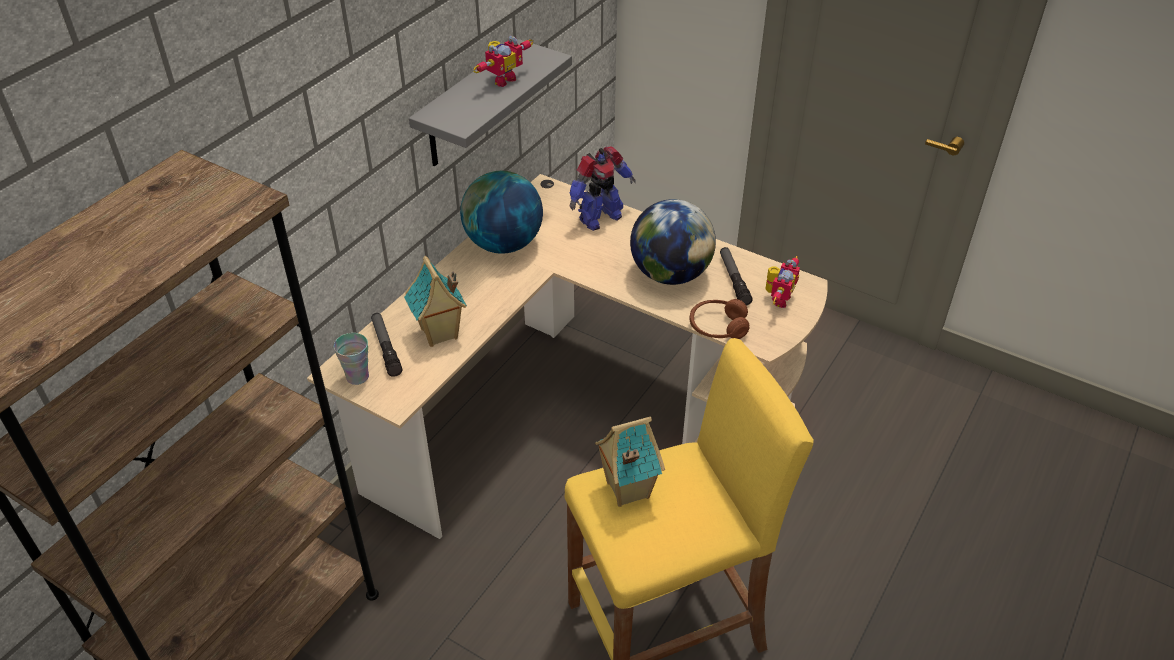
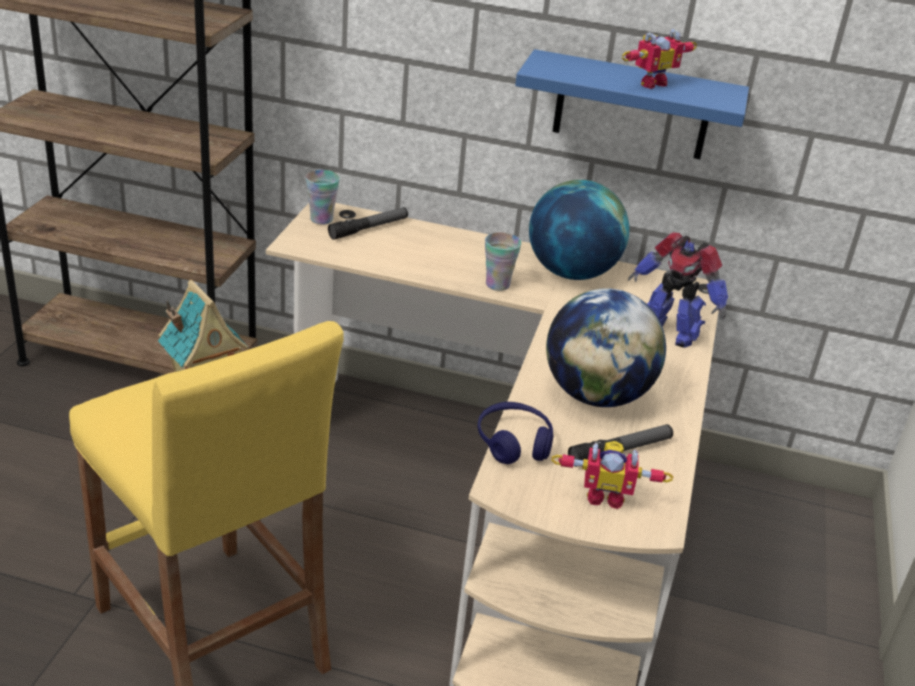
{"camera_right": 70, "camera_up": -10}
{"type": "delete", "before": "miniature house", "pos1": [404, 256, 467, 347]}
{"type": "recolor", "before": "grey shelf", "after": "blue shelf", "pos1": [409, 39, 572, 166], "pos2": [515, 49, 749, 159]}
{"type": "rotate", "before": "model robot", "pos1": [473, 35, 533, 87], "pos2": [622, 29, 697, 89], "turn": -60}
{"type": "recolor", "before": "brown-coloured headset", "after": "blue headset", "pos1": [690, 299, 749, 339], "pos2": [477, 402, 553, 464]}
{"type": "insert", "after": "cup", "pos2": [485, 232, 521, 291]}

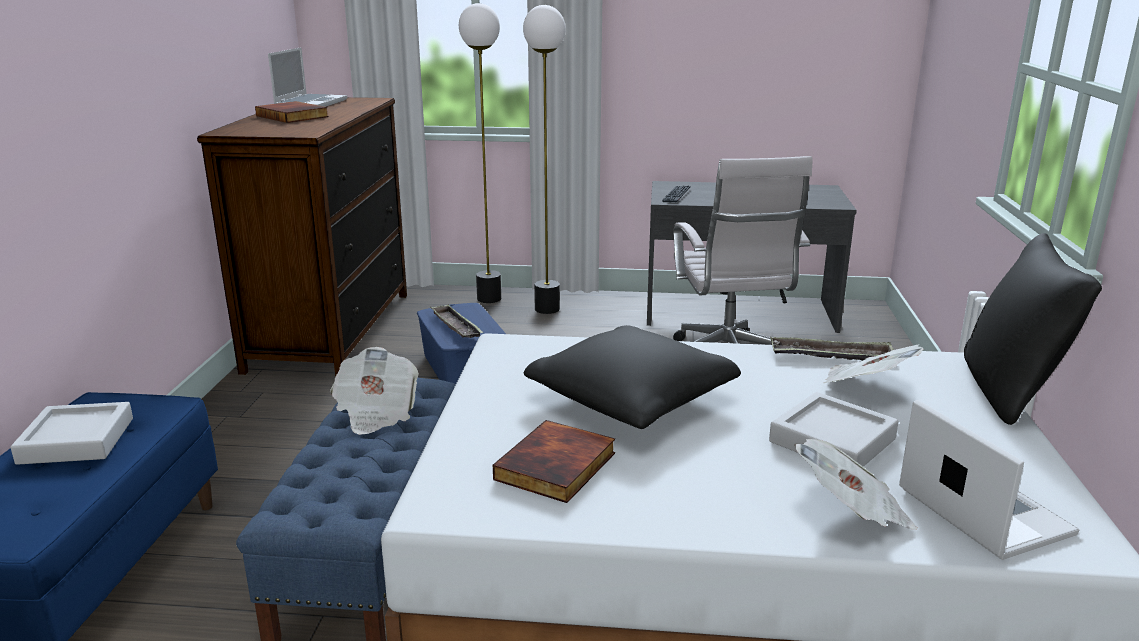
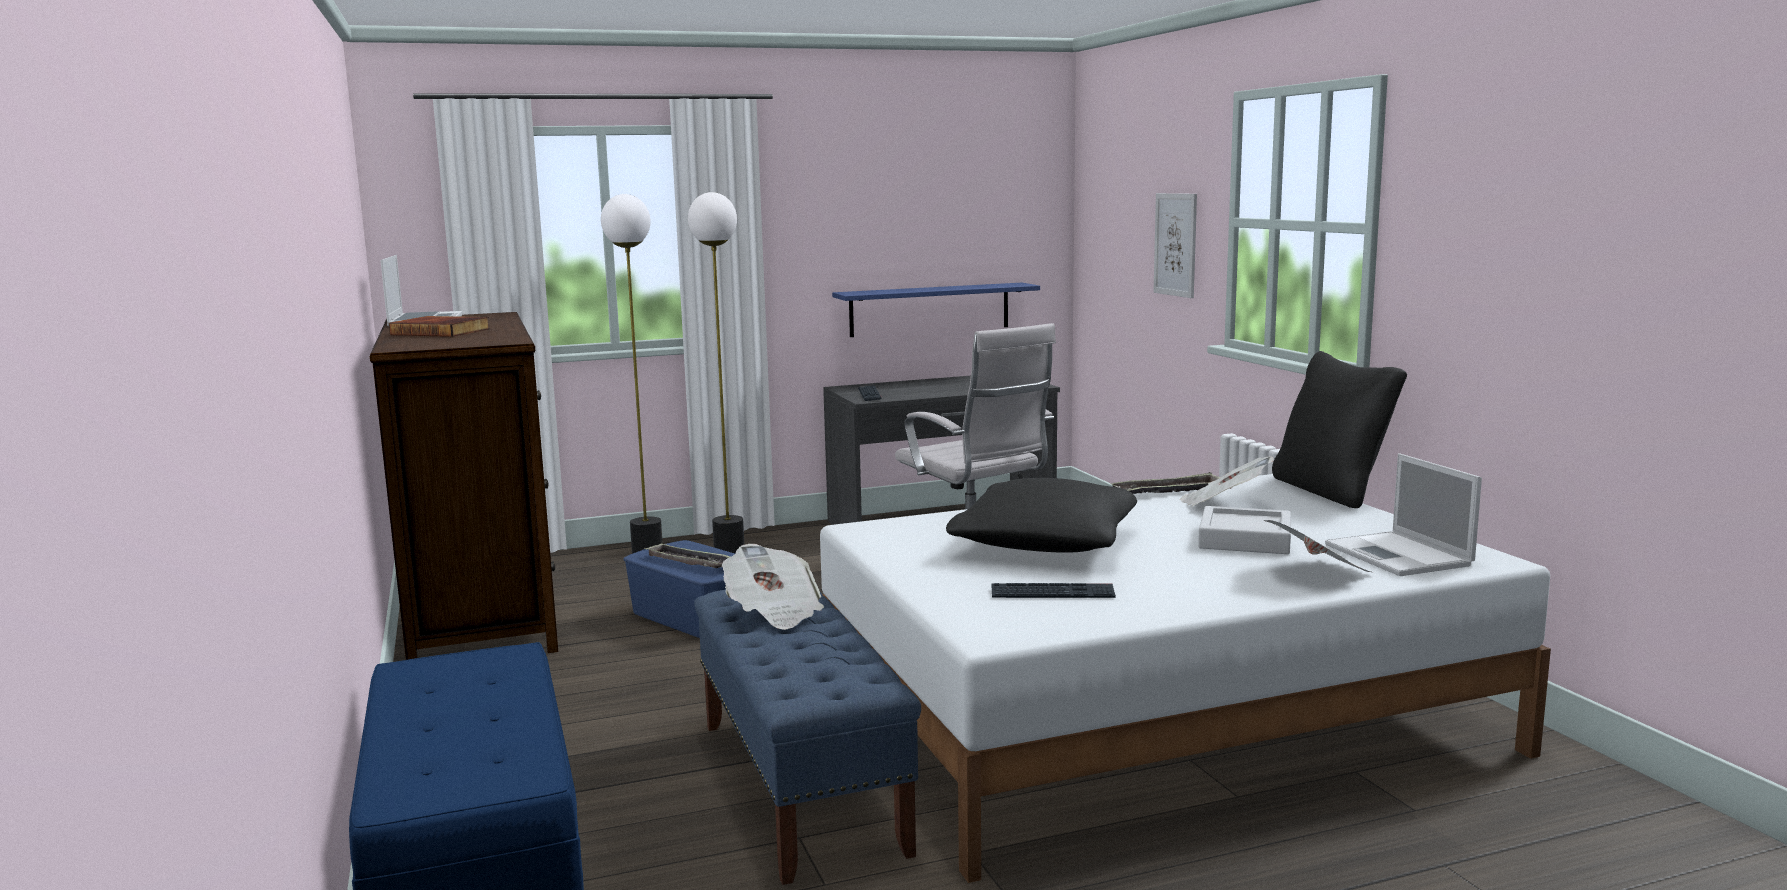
{"camera_right": -25, "camera_up": -10}
{"type": "delete", "before": "grey serving tray", "pos1": [10, 402, 133, 465]}
{"type": "replace", "before": "book", "after": "computer keyboard", "pos1": [493, 420, 615, 503], "pos2": [992, 583, 1116, 598]}
{"type": "rotate", "before": "notebook computer", "pos1": [899, 400, 1079, 560], "pos2": [1325, 453, 1482, 576], "turn": -150}
{"type": "insert", "after": "blue shelf", "pos2": [832, 283, 1040, 337]}
{"type": "insert", "after": "wall picture", "pos2": [1154, 193, 1197, 298]}

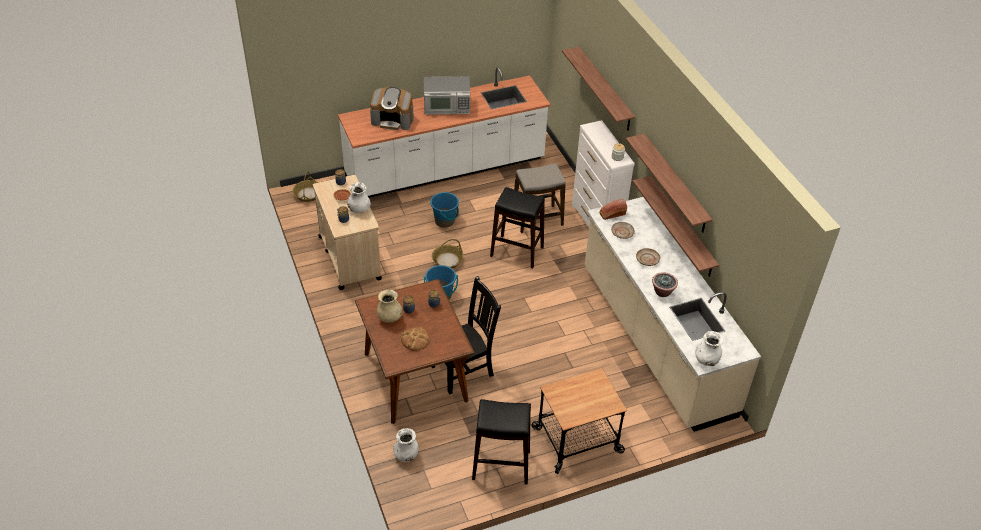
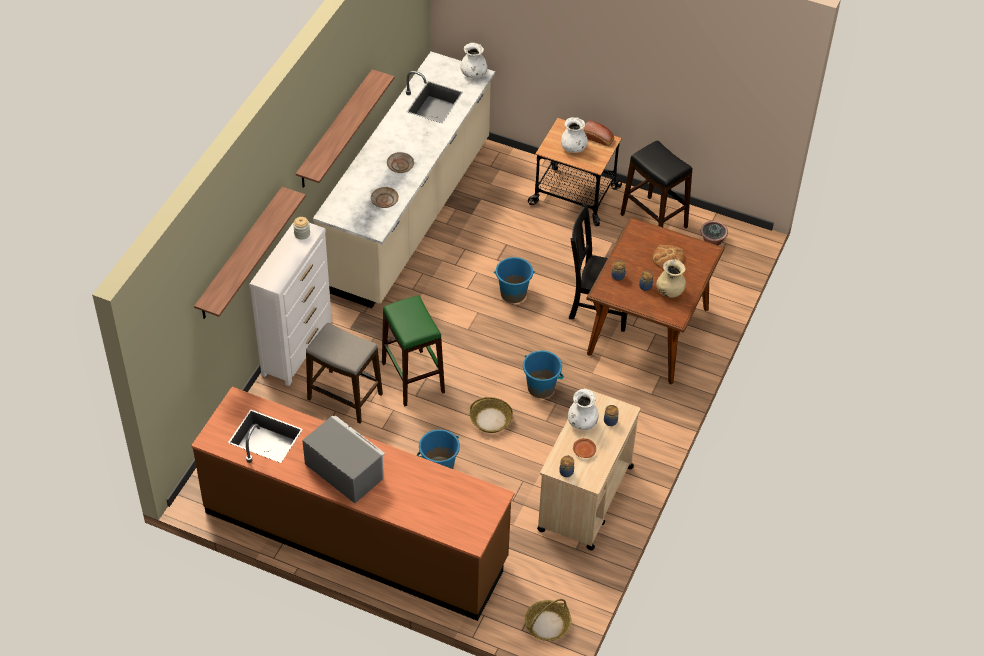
{"camera_right": -135, "camera_up": 5}
{"type": "recolor", "before": "white-coloured kitchen base unit", "after": "brown-coloured kitchen base unit", "pos1": [338, 67, 550, 198], "pos2": [191, 387, 515, 621]}
{"type": "delete", "before": "coffee machine", "pos1": [370, 87, 414, 130]}
{"type": "move", "before": "white-coloured flower vase", "pos1": [393, 428, 418, 462], "pos2": [561, 117, 588, 153]}
{"type": "recolor", "before": "blackish stool", "after": "green stool", "pos1": [490, 187, 545, 268], "pos2": [382, 295, 445, 406]}
{"type": "move", "before": "baked bread", "pos1": [599, 199, 627, 220], "pos2": [584, 121, 614, 146]}
{"type": "delete", "before": "shelf", "pos1": [632, 176, 719, 277]}
{"type": "move", "before": "houseplant", "pos1": [652, 272, 678, 297], "pos2": [701, 221, 728, 246]}
{"type": "insert", "after": "blue water bucket", "pos2": [493, 257, 535, 303]}

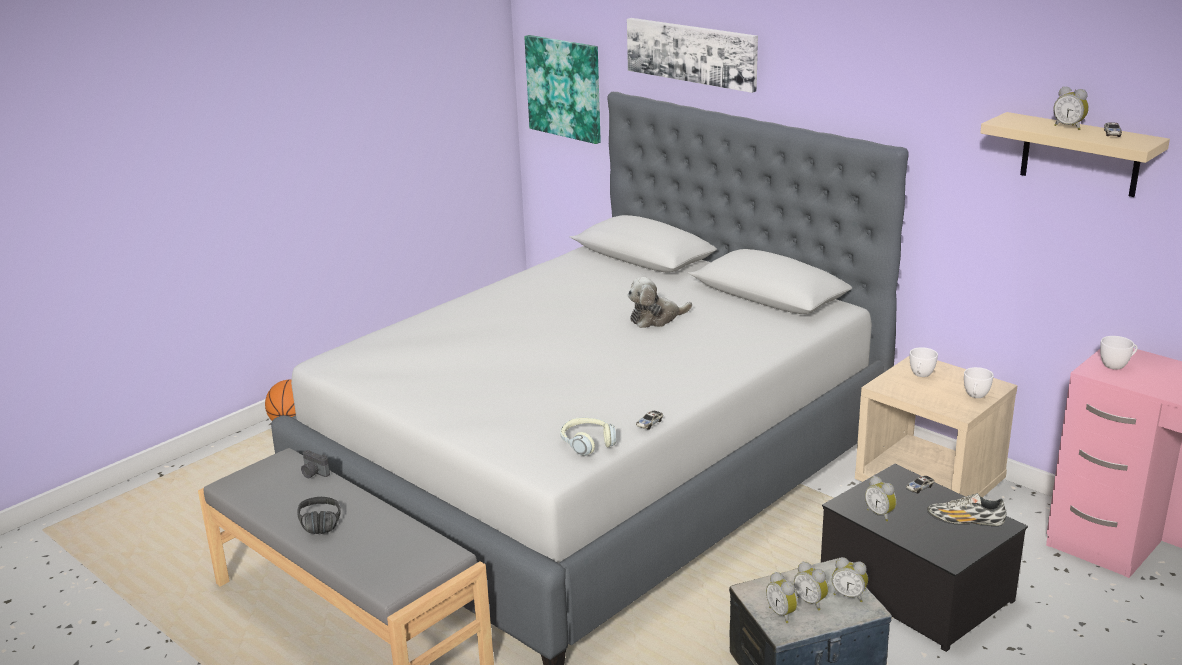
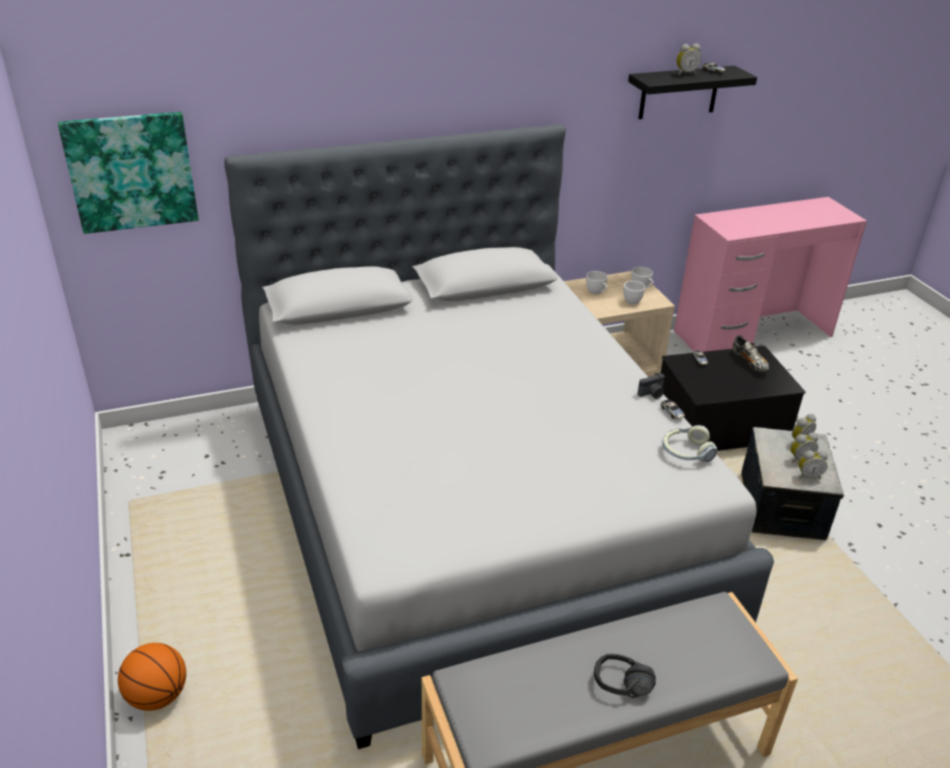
{"camera_right": -65, "camera_up": 10}
{"type": "move", "before": "photo camera", "pos1": [301, 450, 330, 478], "pos2": [637, 373, 665, 399]}
{"type": "delete", "before": "wall picture", "pos1": [627, 18, 758, 93]}
{"type": "delete", "before": "soft toy", "pos1": [627, 277, 692, 328]}
{"type": "delete", "before": "alarm clock", "pos1": [865, 476, 897, 521]}
{"type": "rotate", "before": "shoe", "pos1": [927, 493, 1007, 526], "pos2": [733, 335, 769, 372], "turn": -60}
{"type": "recolor", "before": "beige shelf", "after": "blackish shelf", "pos1": [980, 112, 1170, 197], "pos2": [628, 66, 757, 119]}
{"type": "move", "before": "white-coloured cup", "pos1": [1100, 336, 1138, 370], "pos2": [623, 281, 645, 305]}

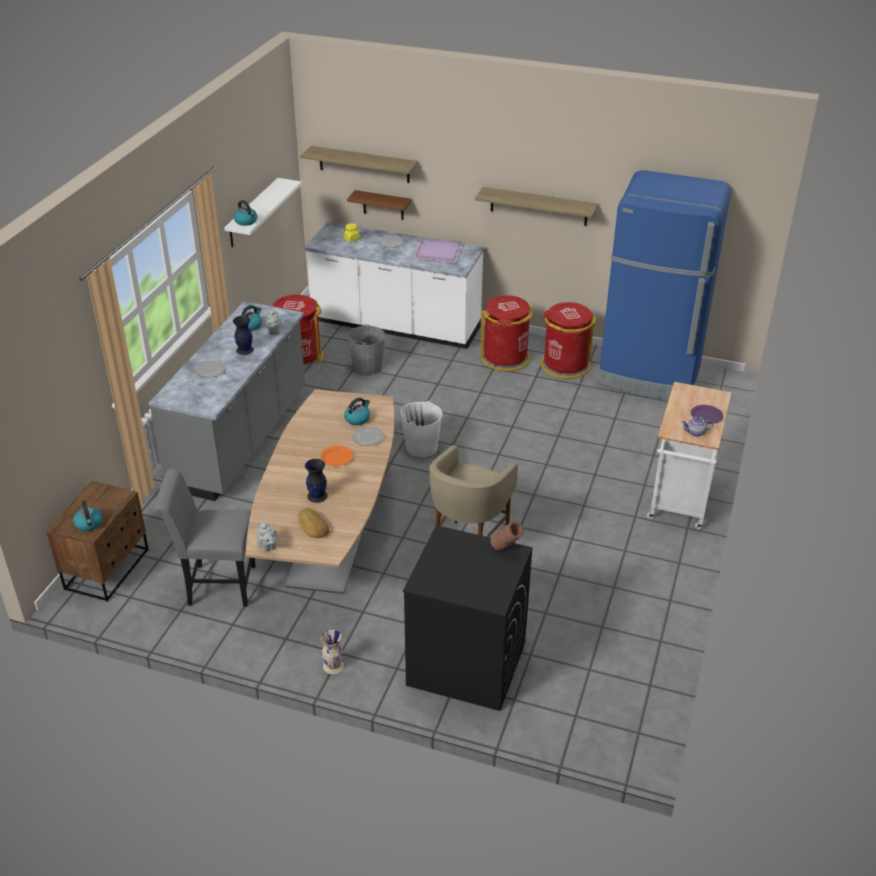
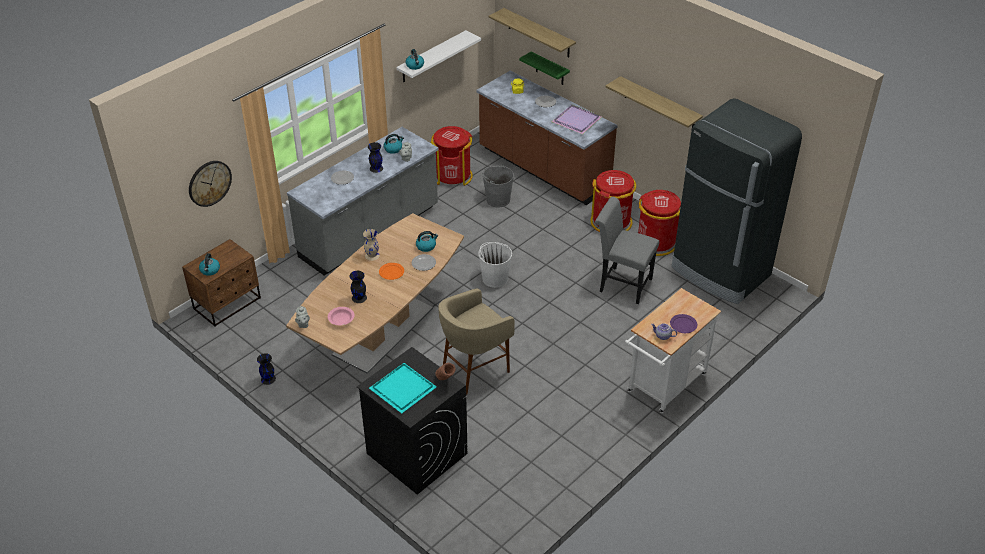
{"camera_right": 25, "camera_up": 5}
{"type": "move", "before": "grey chair", "pos1": [154, 469, 256, 607], "pos2": [595, 197, 659, 304]}
{"type": "replace", "before": "baked bread", "after": "pink serving bowl", "pos1": [298, 508, 329, 538], "pos2": [328, 307, 355, 325]}
{"type": "recolor", "before": "white-coloured kitchen base unit", "after": "brown-coloured kitchen base unit", "pos1": [304, 222, 484, 349], "pos2": [476, 71, 618, 205]}
{"type": "move", "before": "beige flower vase", "pos1": [321, 630, 344, 674], "pos2": [363, 229, 380, 261]}
{"type": "recolor", "before": "brown-coloured shelf", "after": "green shelf", "pos1": [347, 190, 412, 220], "pos2": [519, 52, 570, 85]}
{"type": "recolor", "before": "blue refrigerator", "after": "blackish refrigerator", "pos1": [599, 170, 731, 400], "pos2": [672, 98, 802, 304]}
{"type": "insert", "after": "hanging clock", "pos2": [189, 161, 232, 207]}
{"type": "insert", "after": "blackish flower vase", "pos2": [257, 353, 276, 385]}
{"type": "insert", "after": "turquoise-coloured serving tray", "pos2": [369, 363, 437, 413]}

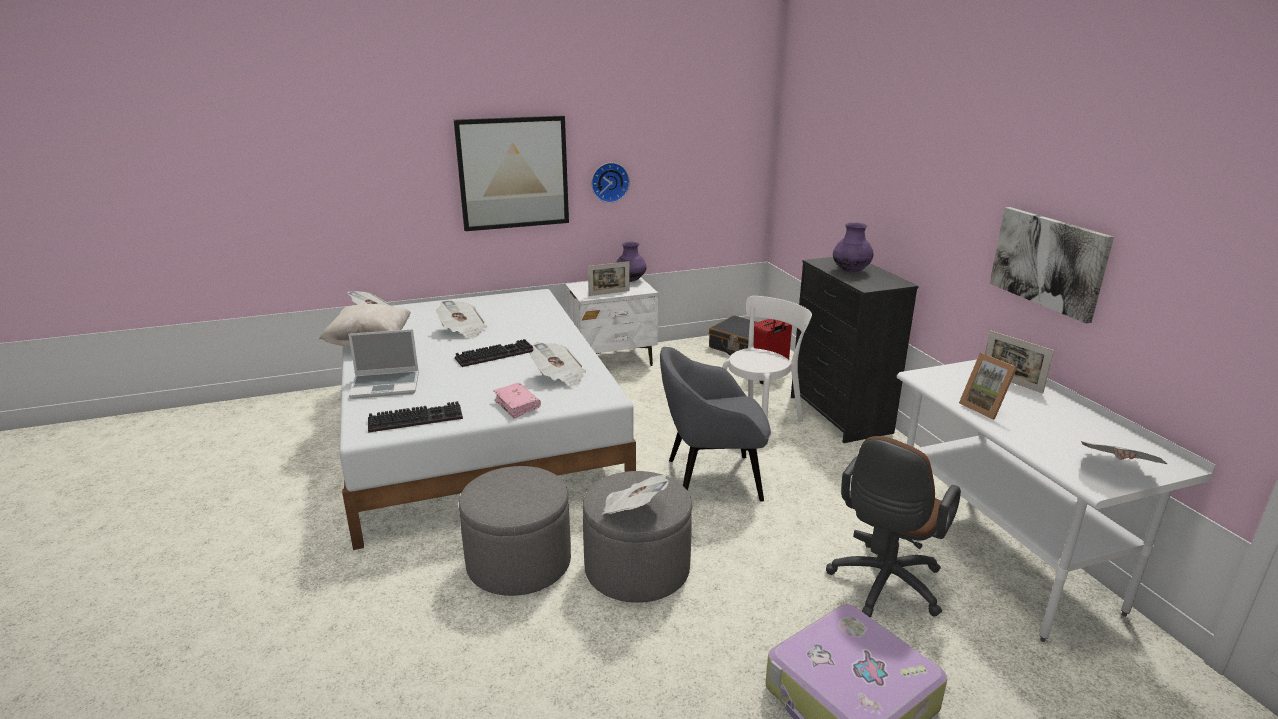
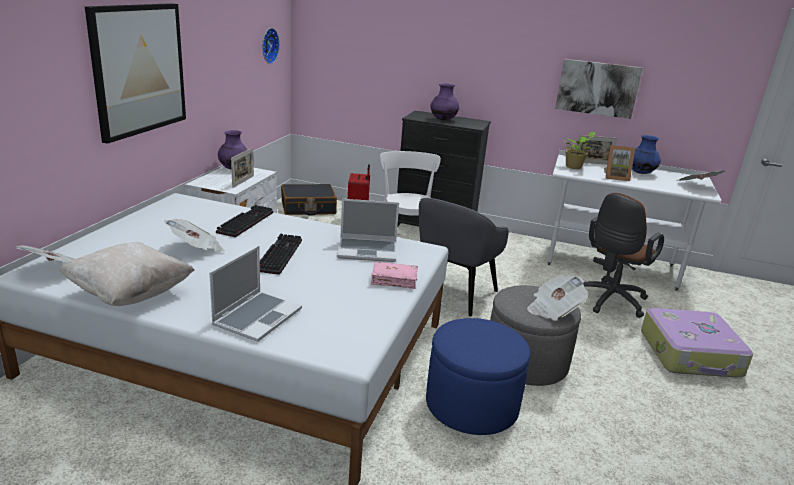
{"camera_right": -55, "camera_up": 0}
{"type": "move", "before": "computer keyboard", "pos1": [368, 401, 463, 433], "pos2": [216, 205, 273, 237]}
{"type": "recolor", "before": "grey footrest", "after": "blue footrest", "pos1": [459, 466, 571, 596], "pos2": [426, 318, 531, 435]}
{"type": "replace", "before": "printed paper", "after": "notebook computer", "pos1": [530, 342, 586, 387], "pos2": [337, 199, 399, 262]}
{"type": "move", "before": "hanging clock", "pos1": [591, 163, 630, 203], "pos2": [262, 28, 280, 64]}
{"type": "rotate", "before": "brown-coloured desk chair", "pos1": [826, 436, 961, 618], "pos2": [583, 193, 664, 318], "turn": 60}
{"type": "insert", "after": "houseplant", "pos2": [562, 132, 595, 169]}
{"type": "insert", "after": "blue flower vase", "pos2": [632, 135, 661, 174]}

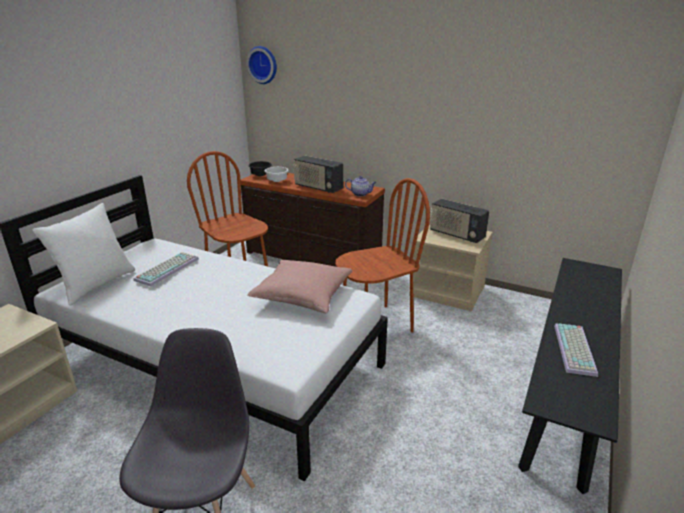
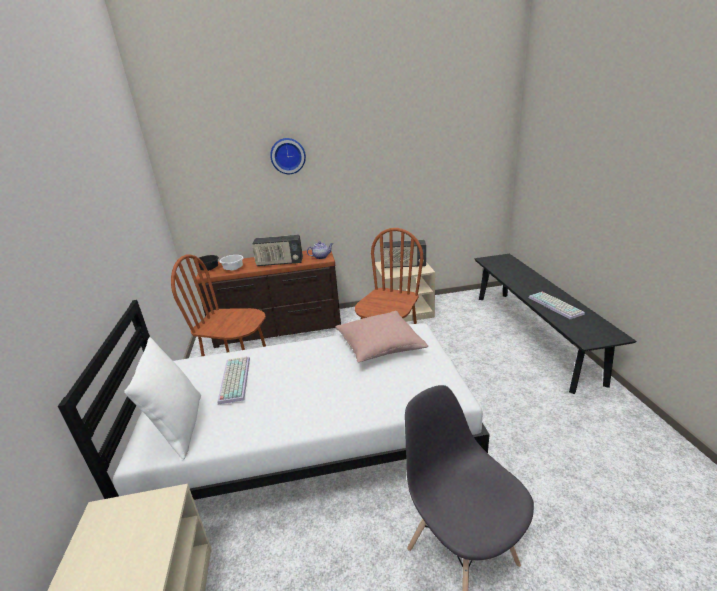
{"camera_right": -35, "camera_up": 0}
{"type": "move", "before": "hanging clock", "pos1": [246, 46, 277, 84], "pos2": [270, 138, 306, 174]}

